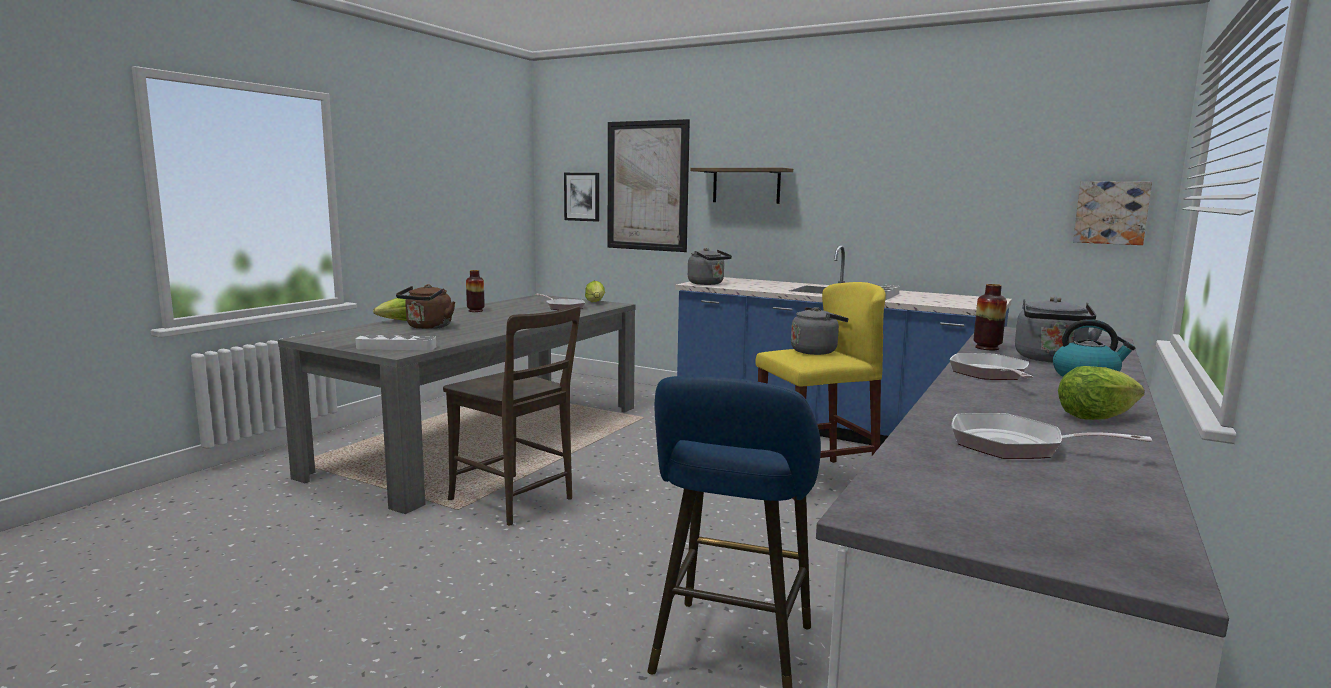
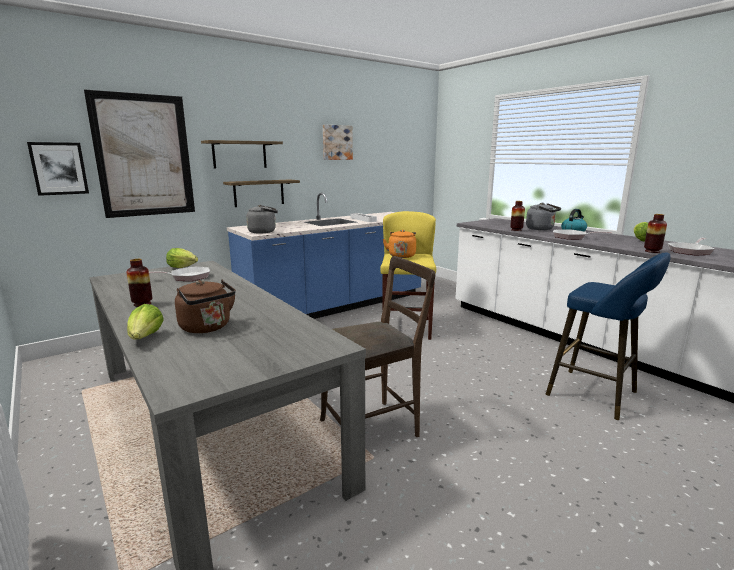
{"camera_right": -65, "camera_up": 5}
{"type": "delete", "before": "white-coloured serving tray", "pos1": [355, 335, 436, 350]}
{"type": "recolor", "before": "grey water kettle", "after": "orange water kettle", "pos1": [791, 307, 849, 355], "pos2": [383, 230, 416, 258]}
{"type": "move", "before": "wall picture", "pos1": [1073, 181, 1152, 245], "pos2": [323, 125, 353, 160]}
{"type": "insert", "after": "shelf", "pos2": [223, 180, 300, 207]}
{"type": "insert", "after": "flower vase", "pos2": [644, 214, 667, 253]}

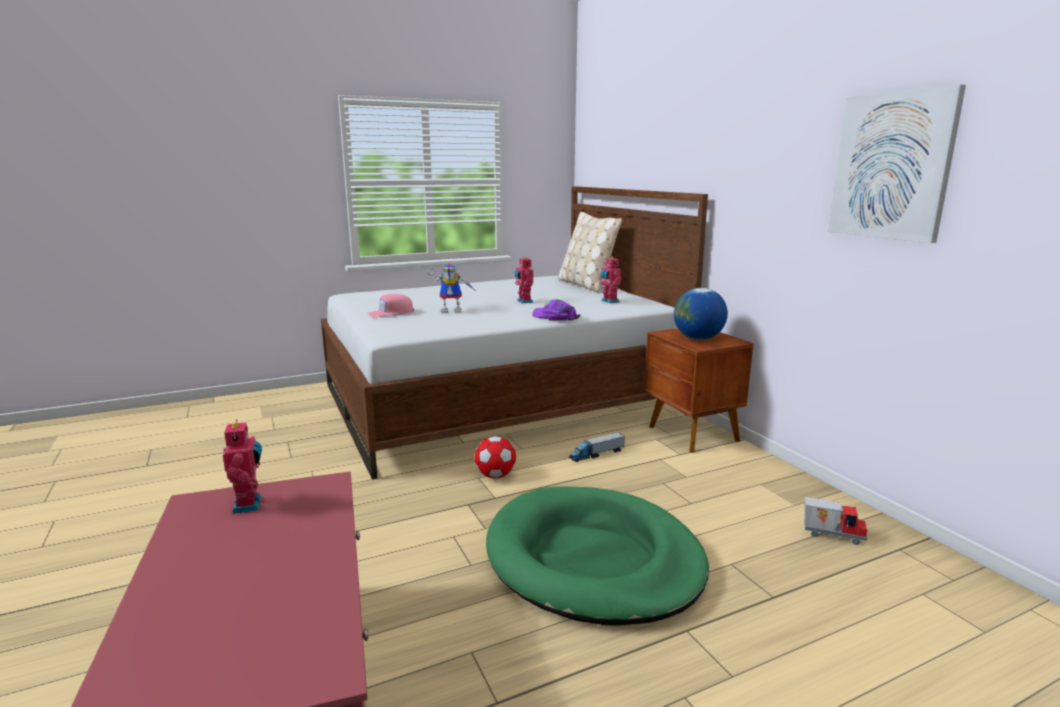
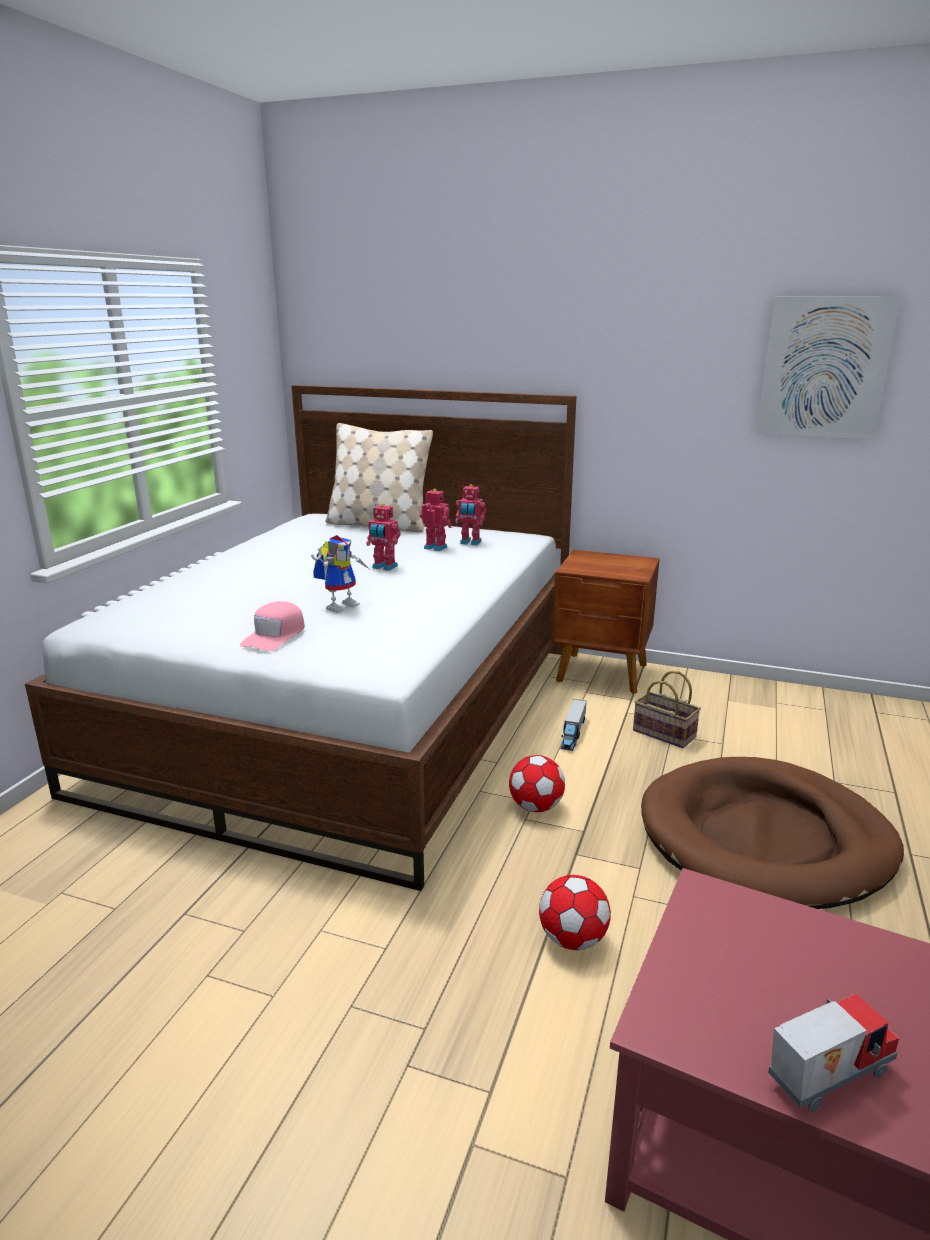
{"camera_right": -45, "camera_up": 5}
{"type": "move", "before": "model robot", "pos1": [223, 420, 262, 514], "pos2": [420, 489, 452, 551]}
{"type": "recolor", "before": "green dog cushion", "after": "brown-coloured dog cushion", "pos1": [486, 486, 709, 625], "pos2": [641, 757, 904, 909]}
{"type": "delete", "before": "purple peaked cap", "pos1": [532, 299, 580, 320]}
{"type": "delete", "before": "globe", "pos1": [674, 288, 728, 340]}
{"type": "move", "before": "toy truck", "pos1": [804, 497, 867, 545], "pos2": [768, 993, 899, 1112]}
{"type": "insert", "after": "ball for football", "pos2": [539, 875, 611, 950]}
{"type": "insert", "after": "storage basket", "pos2": [633, 670, 701, 748]}

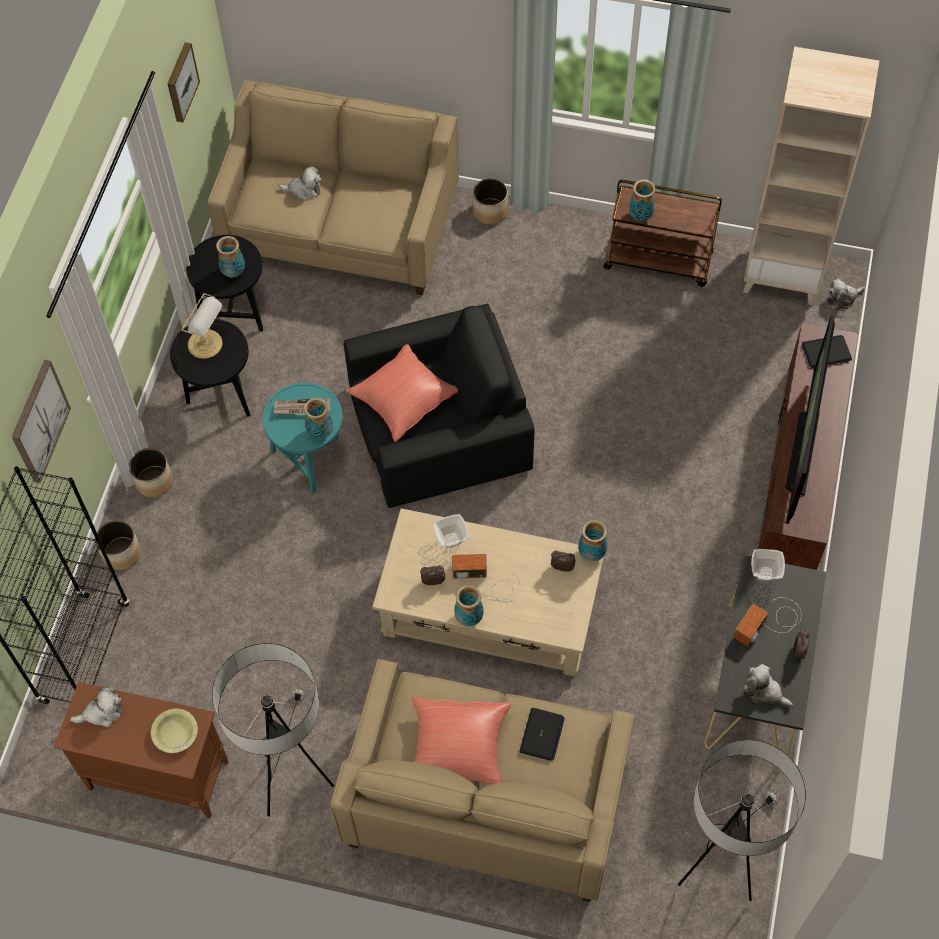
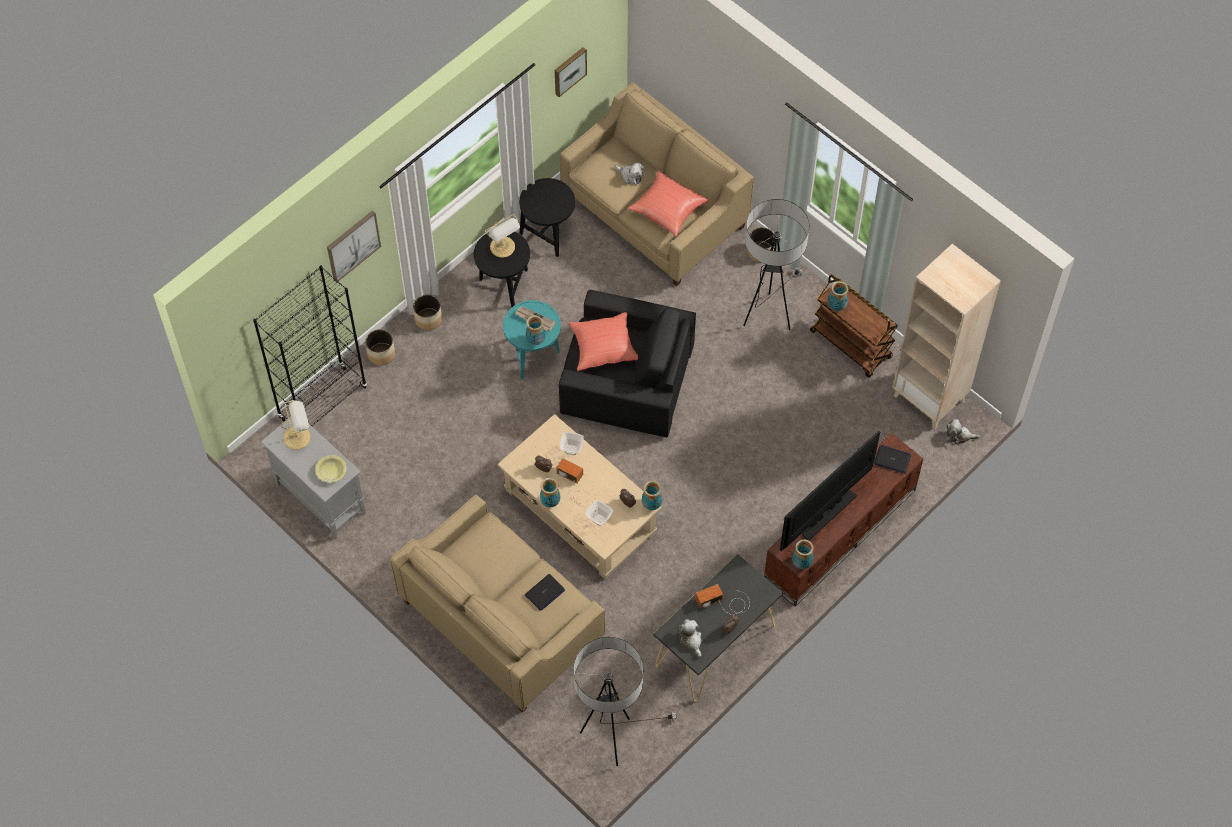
{"camera_right": 30, "camera_up": 0}
{"type": "recolor", "before": "brown-coloured cupboard", "after": "grey cupboard", "pos1": [54, 682, 229, 818], "pos2": [261, 417, 366, 540]}
{"type": "replace", "before": "soft toy", "after": "tabletop lamp", "pos1": [70, 687, 123, 727], "pos2": [281, 400, 310, 450]}
{"type": "move", "before": "floor lamp", "pos1": [212, 643, 334, 817], "pos2": [743, 199, 809, 330]}
{"type": "move", "before": "flower vase", "pos1": [216, 236, 245, 278], "pos2": [792, 539, 813, 569]}
{"type": "move", "before": "red pillow", "pos1": [412, 696, 511, 784], "pos2": [627, 170, 709, 237]}
{"type": "move", "before": "serving bowl", "pos1": [751, 549, 785, 581], "pos2": [585, 500, 613, 526]}

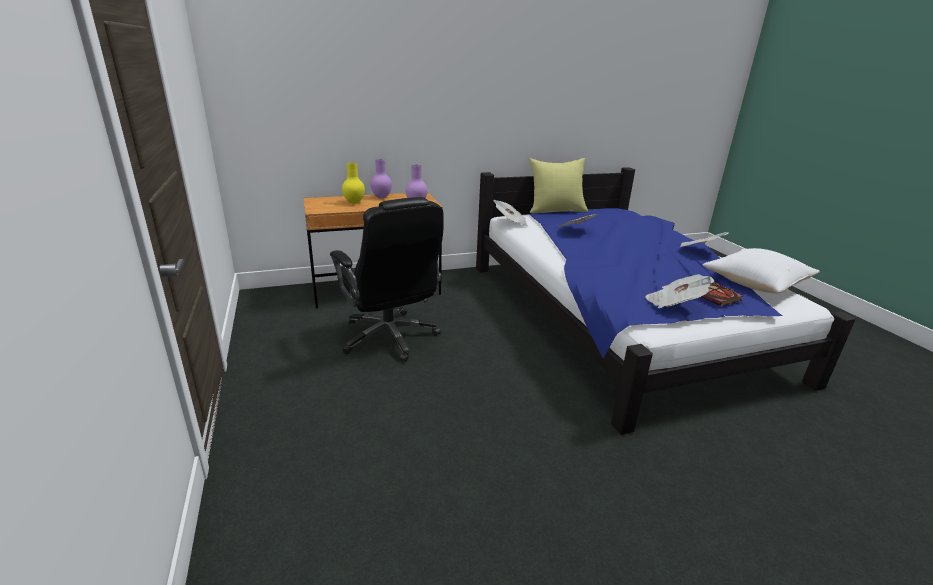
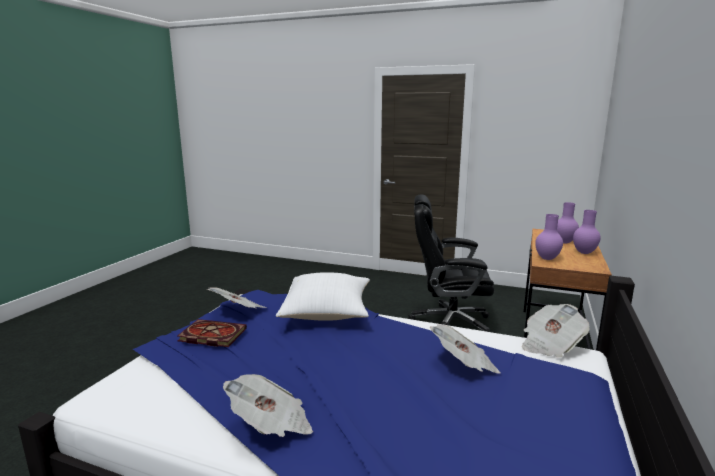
{"camera_right": 130, "camera_up": -10}
{"type": "recolor", "before": "yellowish flower vase", "after": "purple flower vase", "pos1": [342, 163, 365, 204], "pos2": [557, 202, 579, 243]}
{"type": "delete", "before": "yellowish pillow", "pos1": [529, 158, 588, 214]}
{"type": "move", "before": "white-coloured pillow", "pos1": [703, 248, 820, 294], "pos2": [276, 272, 370, 321]}

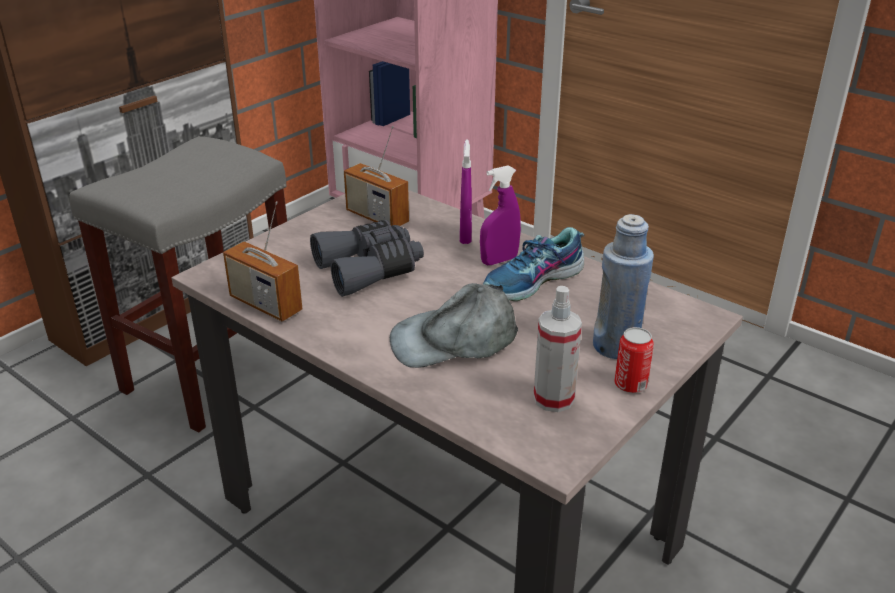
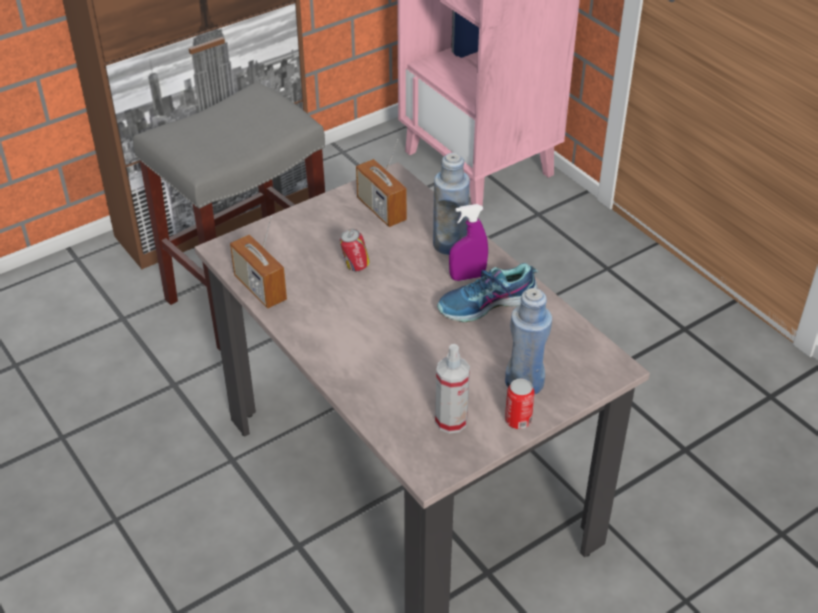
{"camera_right": 15, "camera_up": 10}
{"type": "replace", "before": "grey field glasses", "after": "can", "pos1": [310, 220, 424, 297], "pos2": [340, 229, 370, 271]}
{"type": "delete", "before": "grey peaked cap", "pos1": [390, 283, 518, 368]}
{"type": "replace", "before": "purple spray bottle", "after": "blue drink bottle", "pos1": [460, 140, 472, 244], "pos2": [433, 153, 470, 255]}

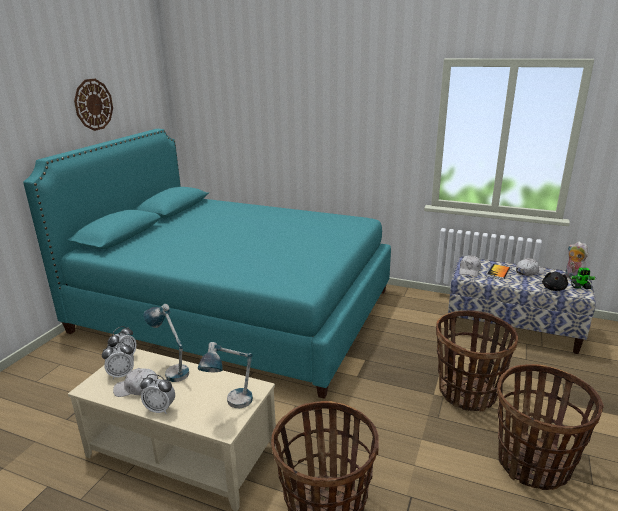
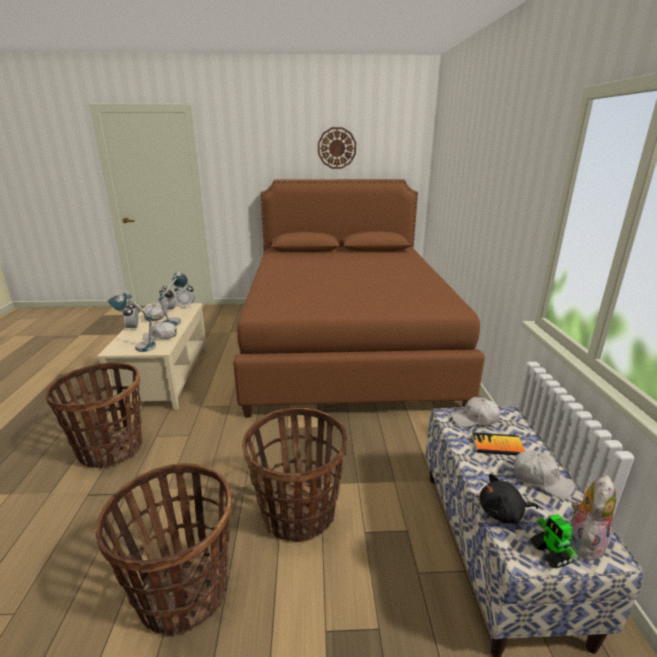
{"camera_right": 65, "camera_up": 0}
{"type": "recolor", "before": "turquoise-coloured bed", "after": "brown-coloured bed", "pos1": [23, 129, 391, 399], "pos2": [233, 179, 485, 417]}
{"type": "insert", "after": "white-coloured peaked cap", "pos2": [143, 321, 177, 341]}

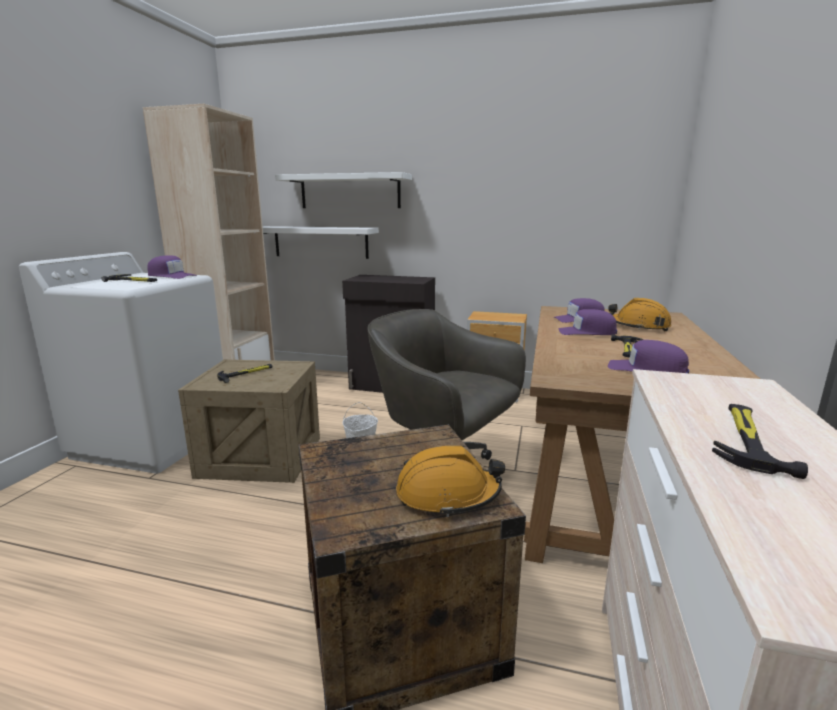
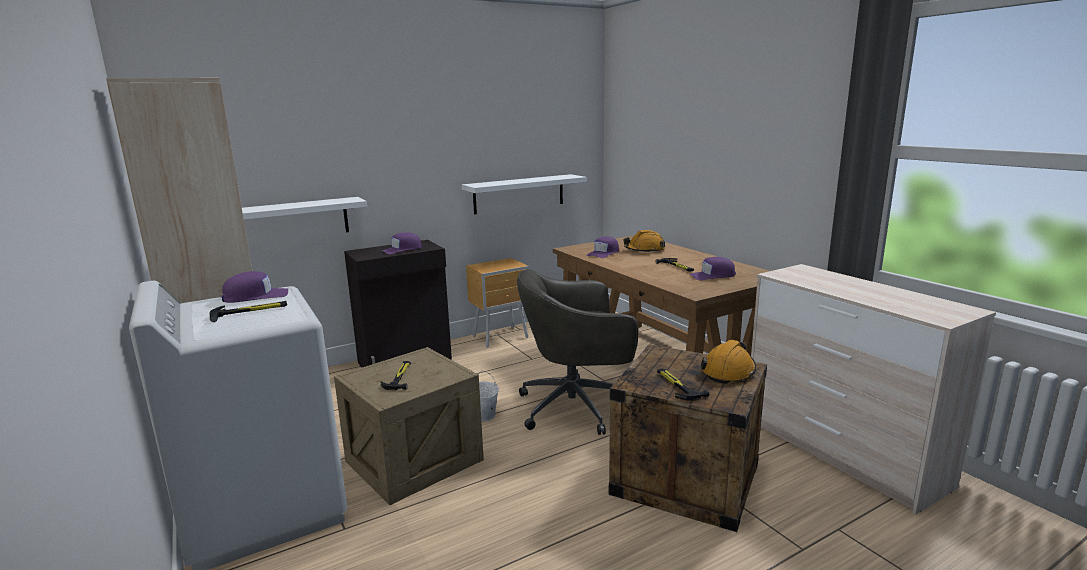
{"camera_right": -45, "camera_up": 0}
{"type": "move", "before": "white-coloured shelf", "pos1": [275, 172, 412, 208], "pos2": [462, 174, 587, 215]}
{"type": "move", "before": "purple peaked cap", "pos1": [558, 309, 617, 335], "pos2": [382, 232, 422, 254]}
{"type": "move", "before": "hammer", "pos1": [712, 404, 808, 479], "pos2": [657, 369, 709, 401]}

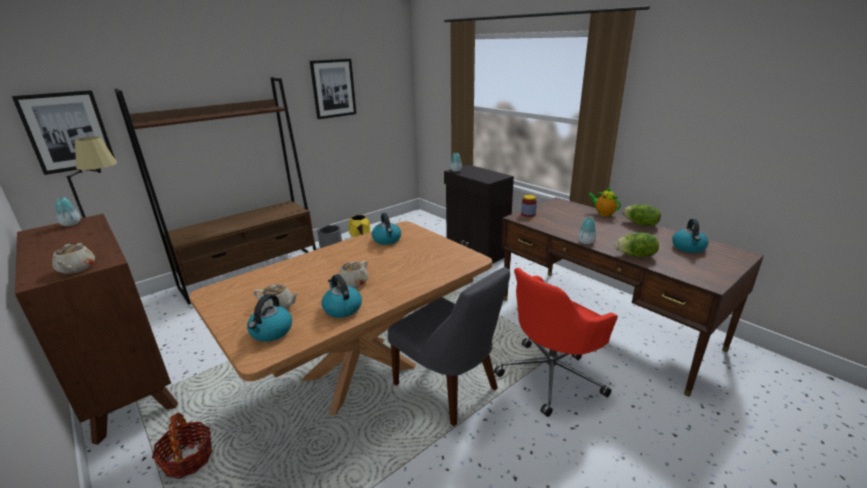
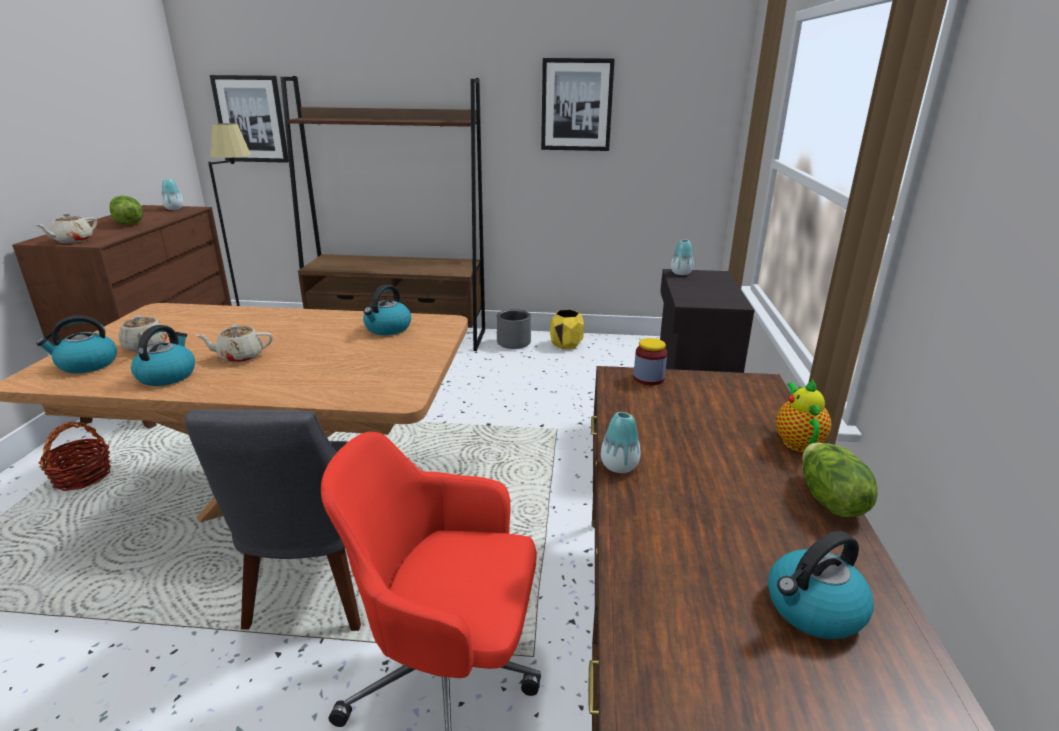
{"camera_right": 45, "camera_up": 0}
{"type": "move", "before": "lettuce head", "pos1": [614, 233, 659, 257], "pos2": [109, 195, 143, 225]}

